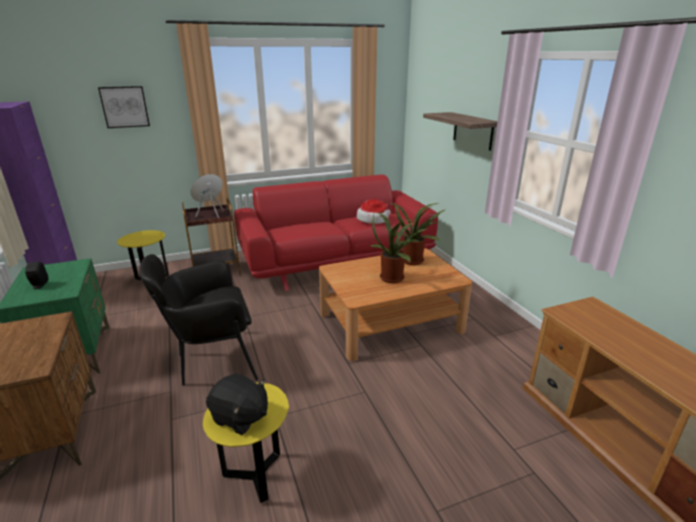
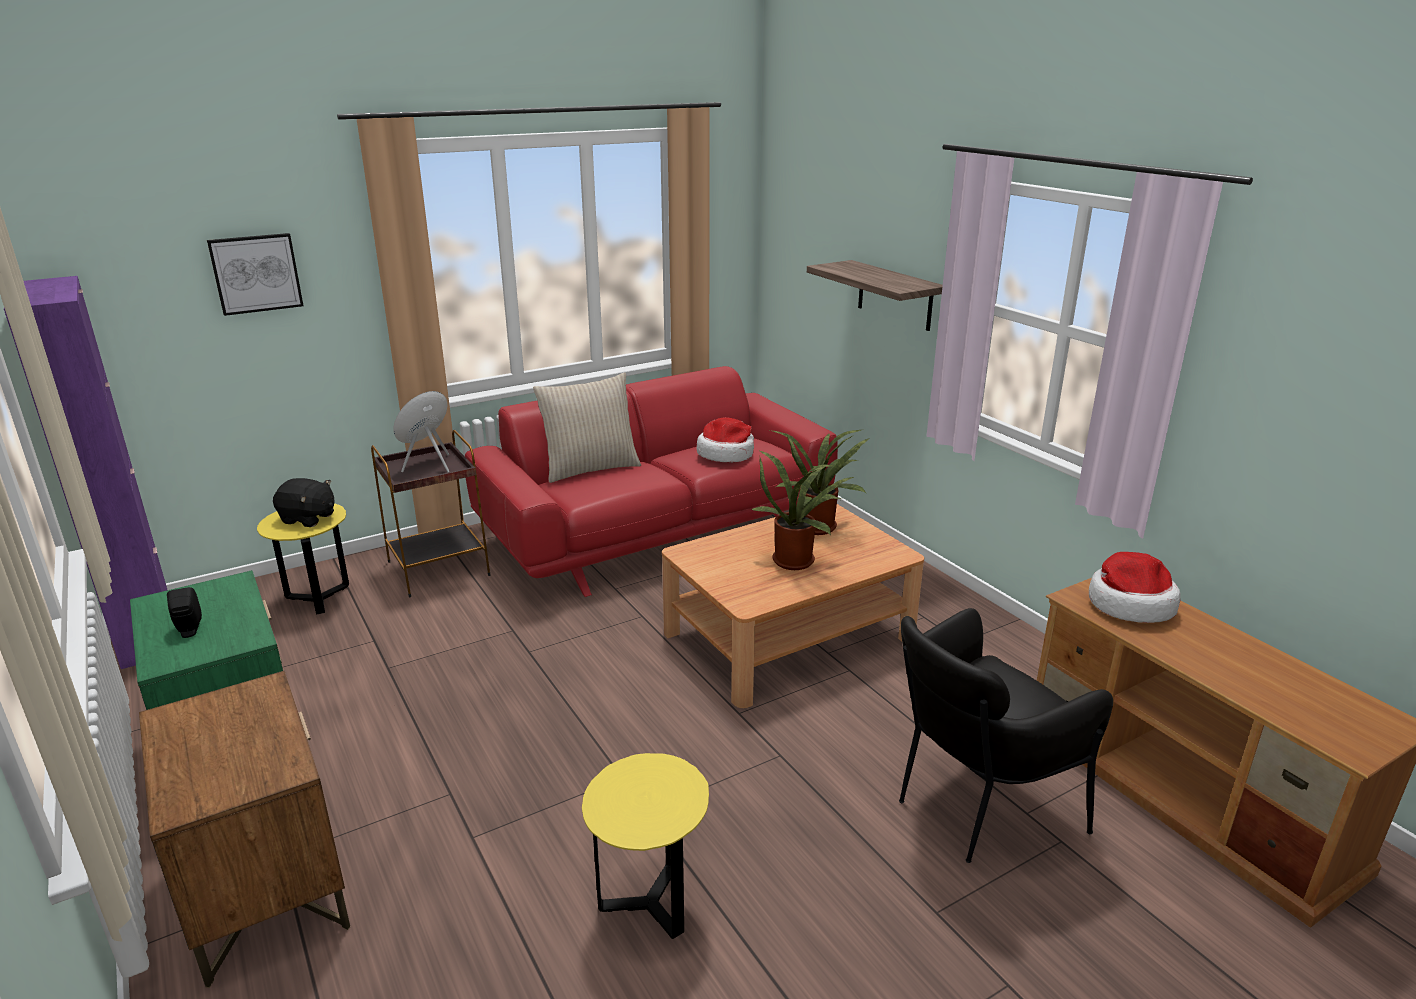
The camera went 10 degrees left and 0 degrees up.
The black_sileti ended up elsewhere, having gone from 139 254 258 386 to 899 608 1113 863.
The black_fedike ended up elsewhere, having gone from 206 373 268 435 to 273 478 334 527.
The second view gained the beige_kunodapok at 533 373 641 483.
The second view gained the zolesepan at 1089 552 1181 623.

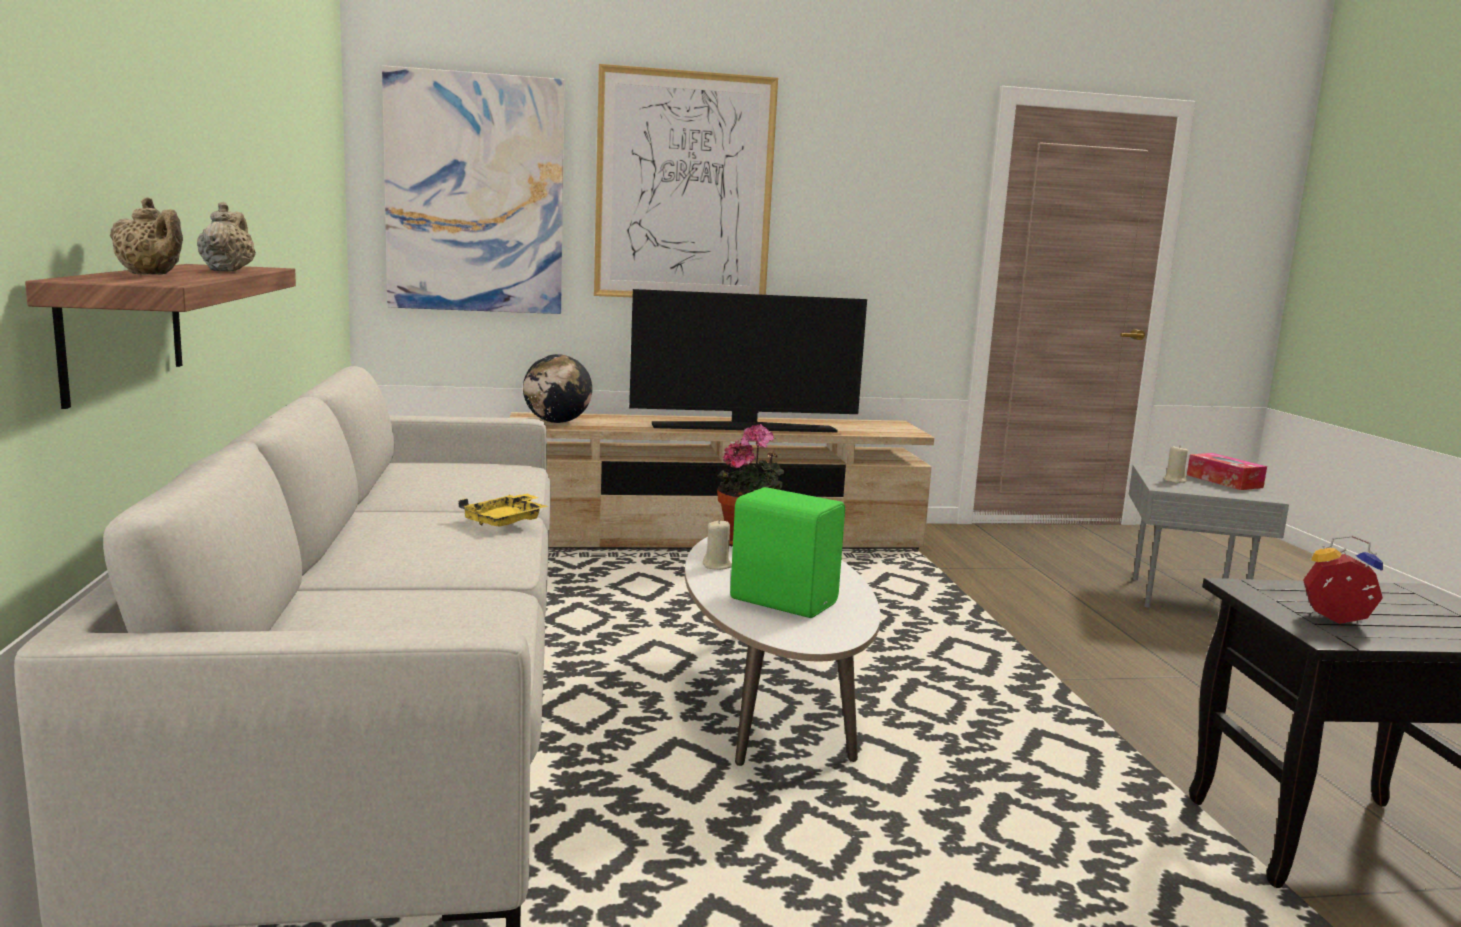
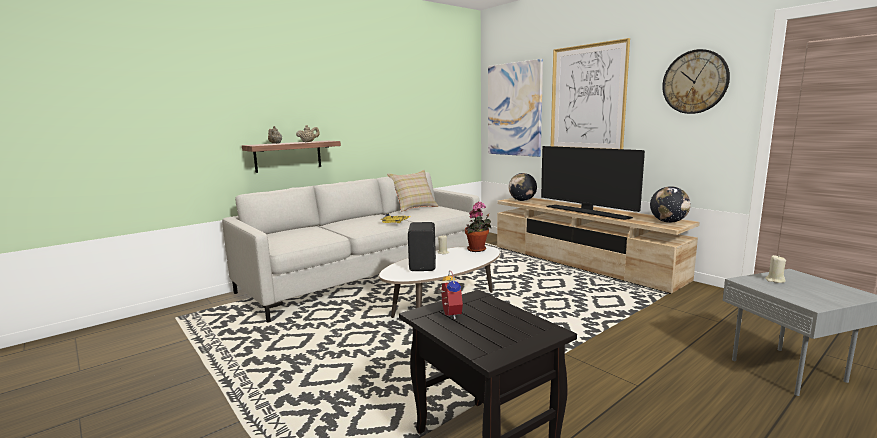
The camera went 60 degrees right and 0 degrees up.
What was the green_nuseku at 730 487 845 618 turned into the black_nuseku at 408 222 436 271.
The second view lost the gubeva at 1187 453 1267 490.
The second view gained the beige_kunodapok at 387 170 439 212.
The second view gained the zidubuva at 650 186 691 223.
The second view gained the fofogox at 662 49 730 114.

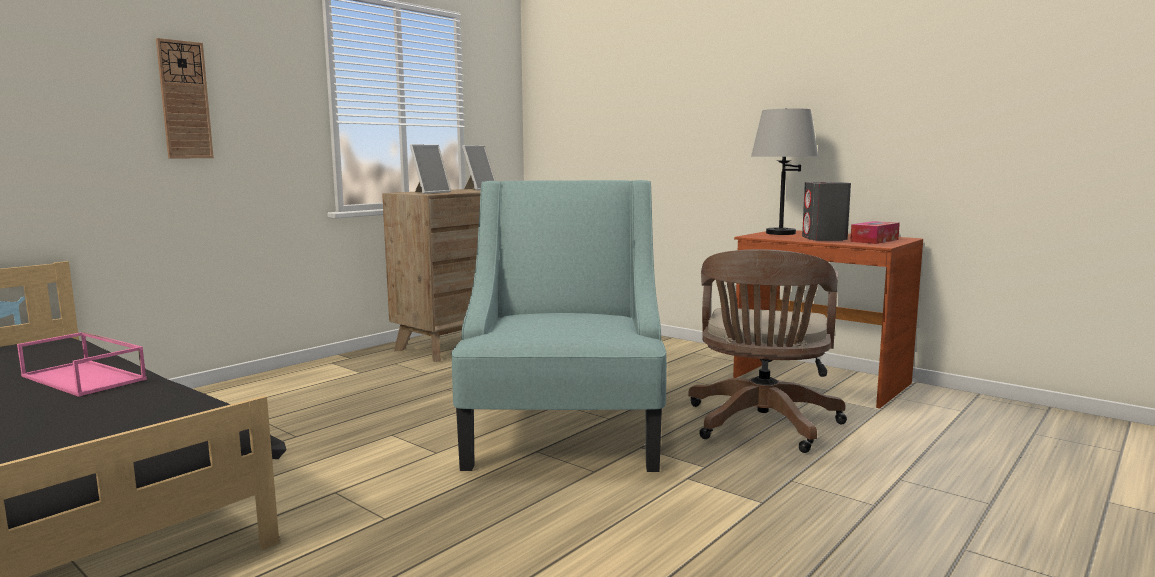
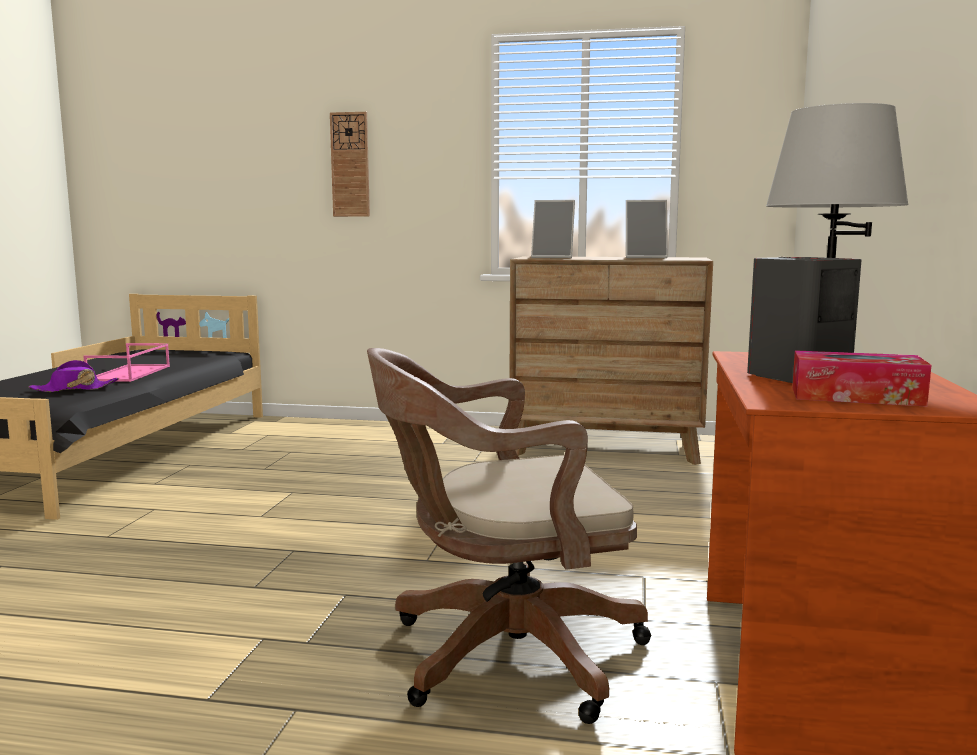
The camera went 60 degrees right and 0 degrees up.
The second view lost the turquoise_sileti at 451 180 667 472.
The second view gained the purple_zolesepan at 28 360 119 392.

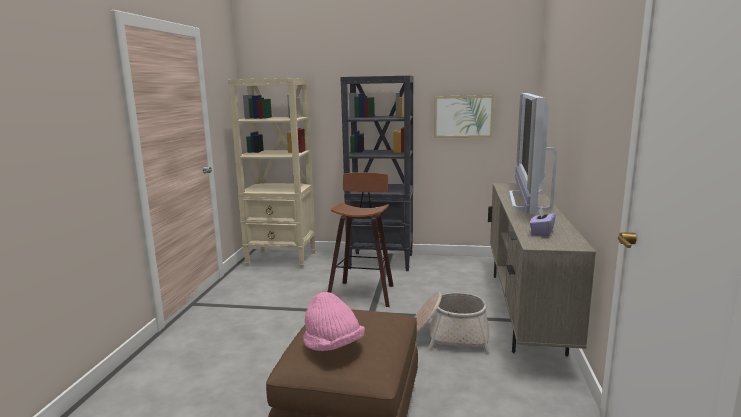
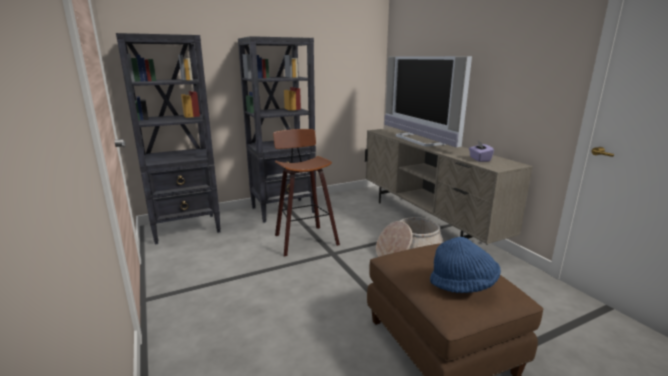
The camera went 35 degrees left and 5 degrees up.
What was the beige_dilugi at 228 78 315 268 turned into the black_dilugi at 116 33 221 245.
What was the pink_zolesepan at 303 292 365 351 turned into the blue_zolesepan at 430 237 501 293.
The second view lost the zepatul at 434 95 494 138.

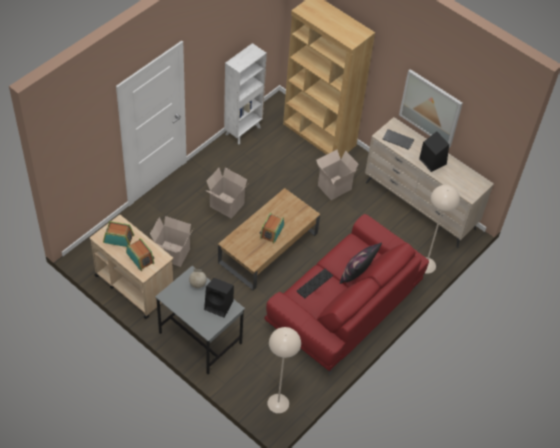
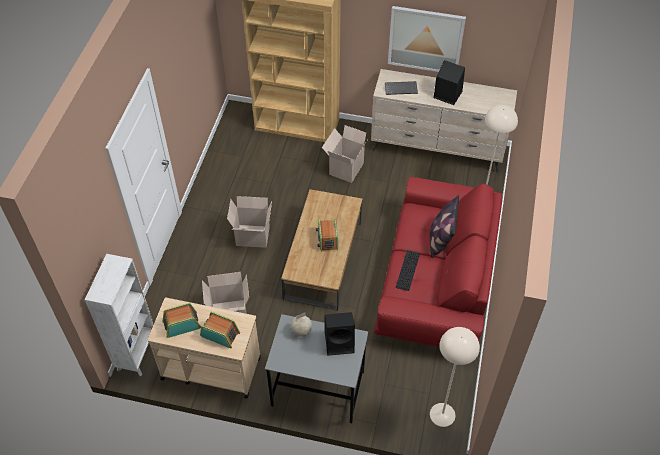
The camera went 25 degrees left and 0 degrees up.
The white_dilugi ended up elsewhere, having gone from 224 43 267 144 to 85 254 154 376.

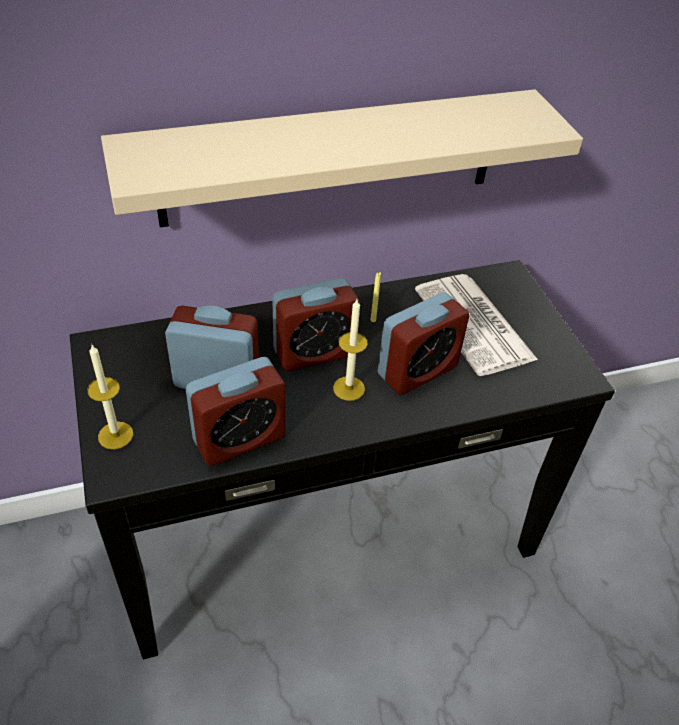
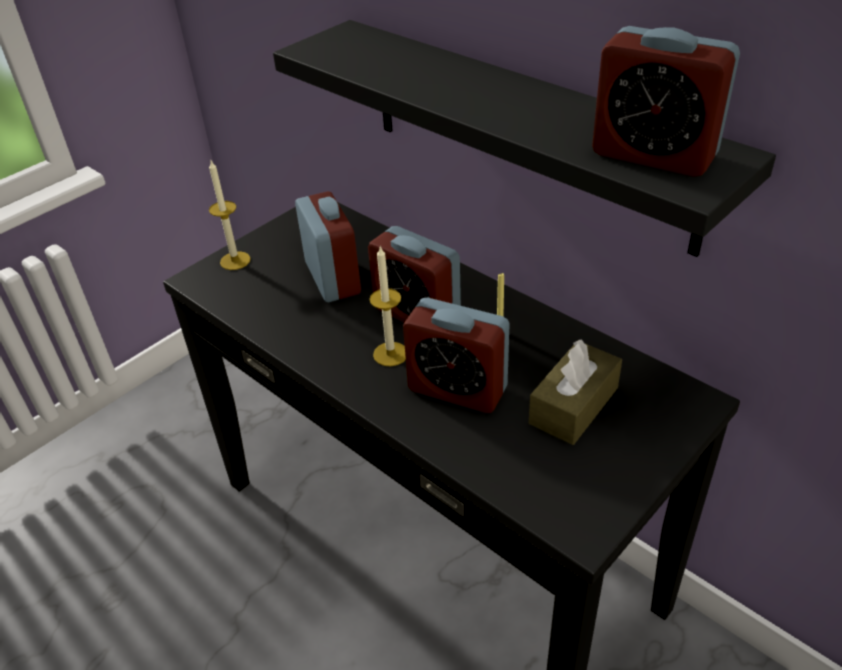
The camera went 65 degrees right and 5 degrees down.
What was the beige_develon at 101 89 583 227 turned into the black_develon at 273 20 776 257.
The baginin ended up elsewhere, having gone from 186 357 285 466 to 592 26 740 177.
Where the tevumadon stood at 415 274 538 376, the brown_gubeva came to stand at 529 339 622 445.

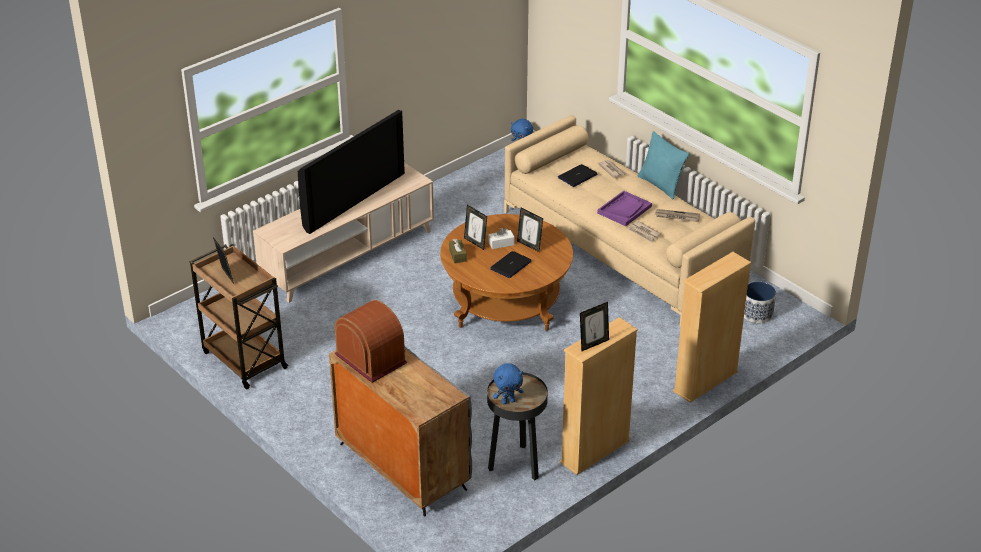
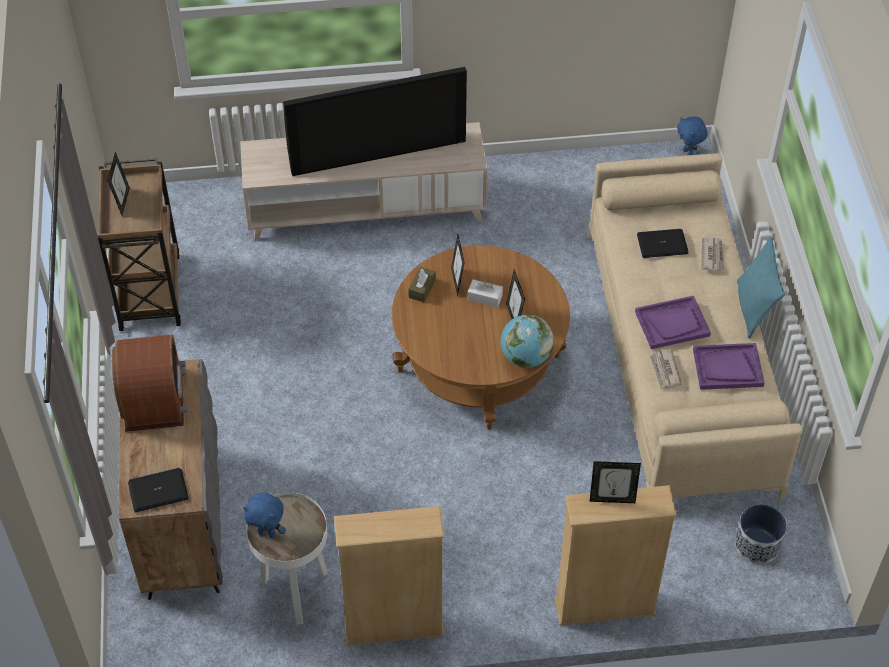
The camera went 35 degrees right and 15 degrees up.
What was the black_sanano at 487 372 548 480 turned into the white_sanano at 246 492 328 625.
The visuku ended up elsewhere, having gone from 490 251 532 278 to 128 468 189 512.
The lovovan ended up elsewhere, having gone from 580 302 609 352 to 589 461 641 503.
Where the tevumadon stood at 655 209 700 222, the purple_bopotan came to stand at 693 343 764 390.
The second view gained the zidubuva at 500 315 554 368.

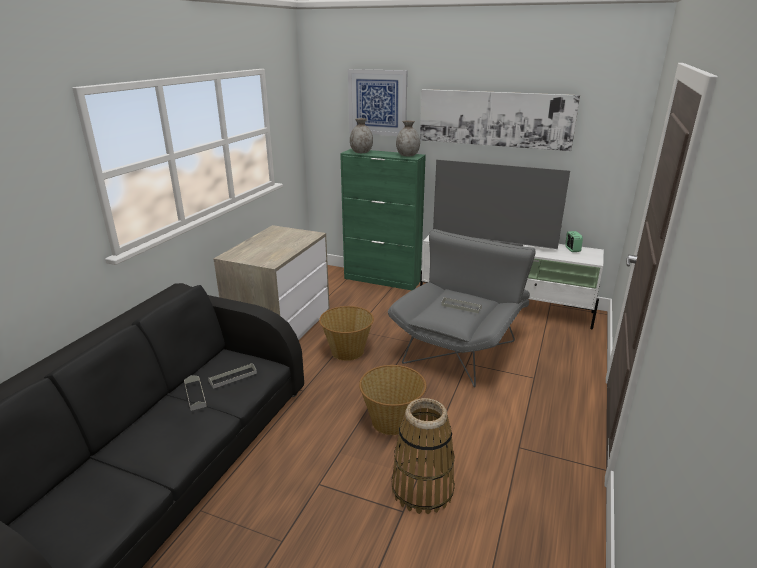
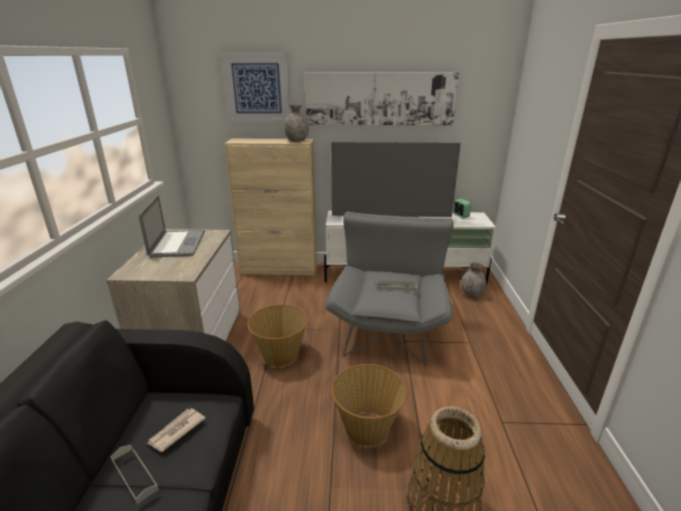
The camera went 20 degrees left and 0 degrees up.
Where the grey_bopotan stood at 208 363 257 389, the tevumadon came to stand at 147 408 206 452.
What was the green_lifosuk at 340 149 426 290 turned into the beige_lifosuk at 224 139 317 275.
The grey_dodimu ended up elsewhere, having gone from 350 118 373 153 to 461 262 486 297.
The second view gained the visuku at 139 195 205 258.

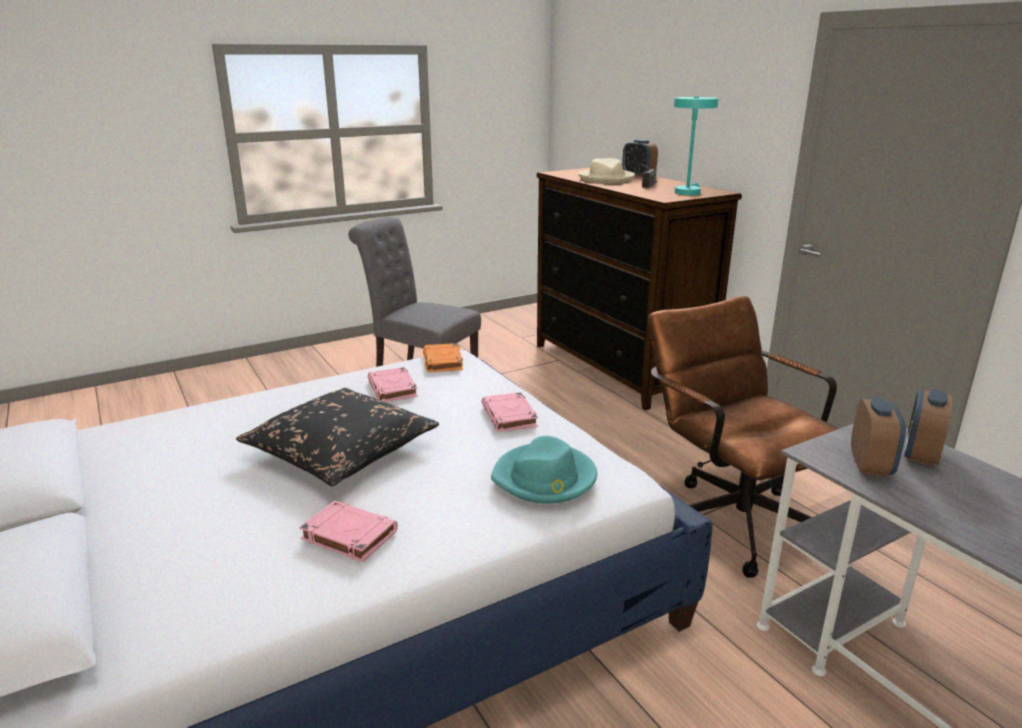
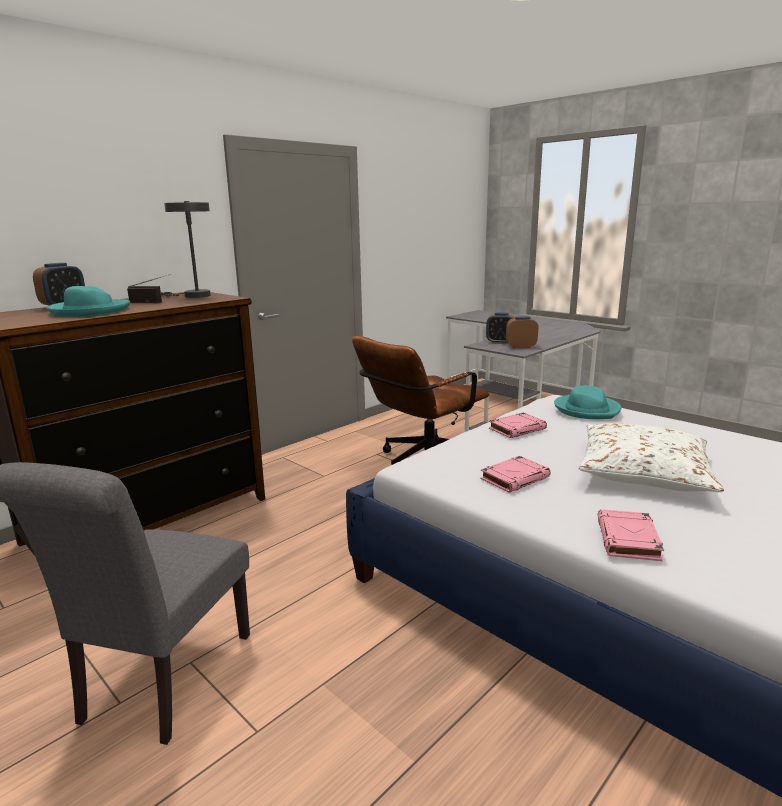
The camera went 105 degrees left and 5 degrees down.
What was the black_kunodapok at 236 388 439 486 turned into the white_kunodapok at 579 423 724 492.
The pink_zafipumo ended up elsewhere, having gone from 299 500 398 562 to 598 509 664 561.
The second view lost the orange_zafipumo at 423 343 463 372.
What was the beige_zolesepan at 578 158 635 184 turned into the turquoise_zolesepan at 47 286 130 317.
What was the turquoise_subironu at 674 96 718 195 turned into the grey_subironu at 161 201 211 298.

